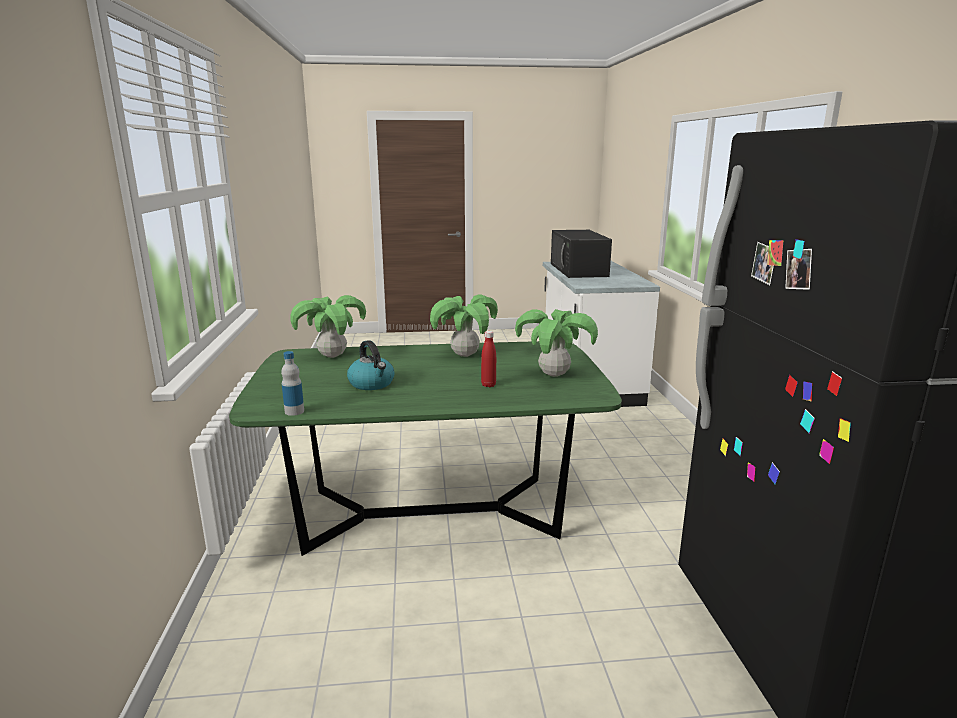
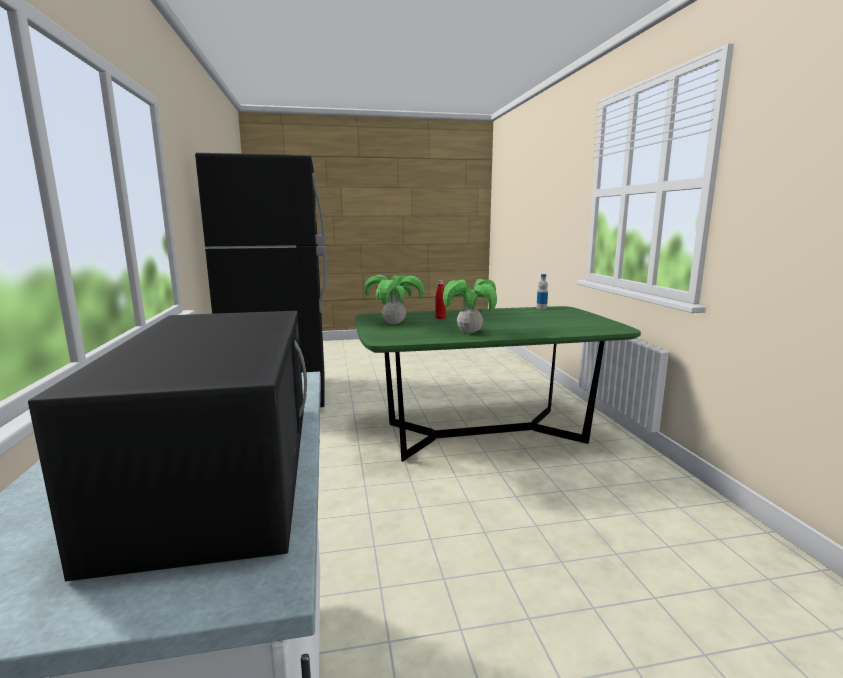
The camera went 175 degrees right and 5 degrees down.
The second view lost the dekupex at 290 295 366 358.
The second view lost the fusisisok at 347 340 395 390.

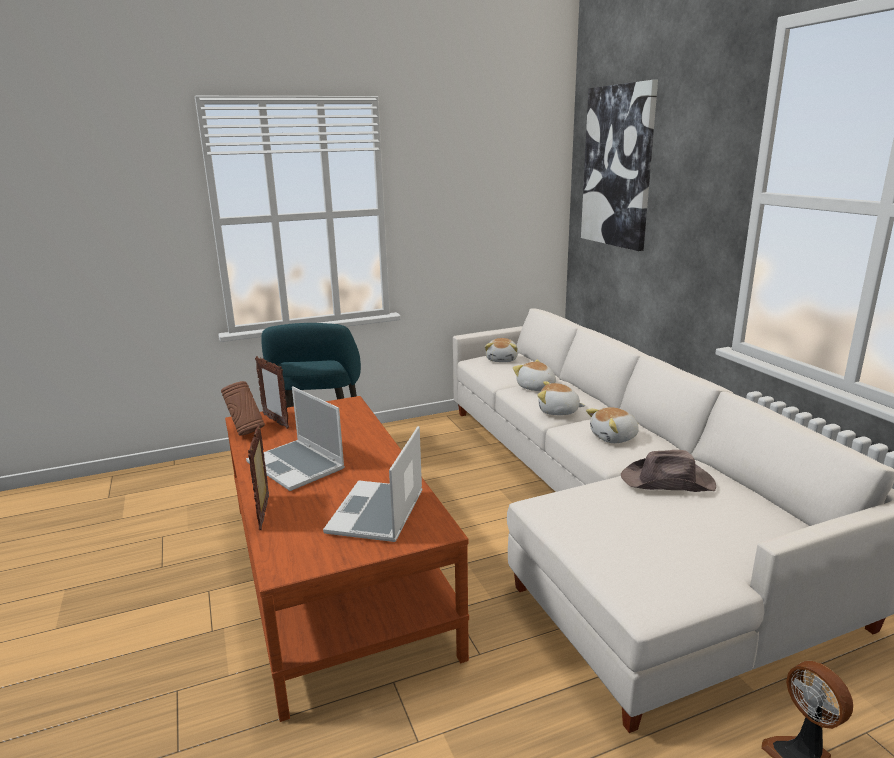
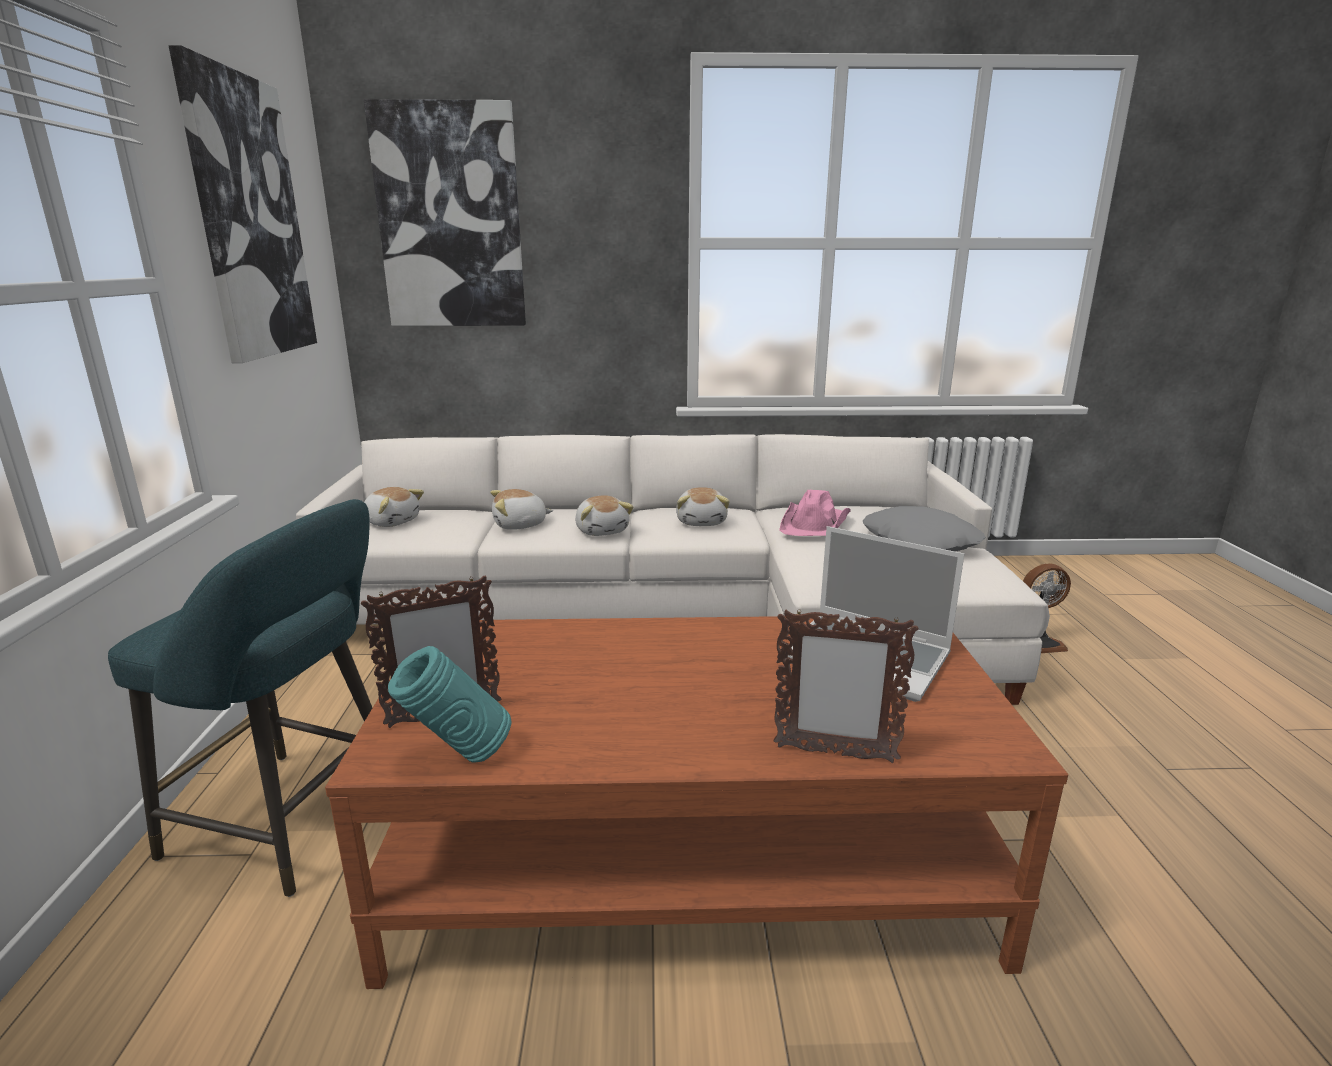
The camera went 70 degrees left and 0 degrees up.
What was the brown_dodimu at 221 381 265 435 turned into the turquoise_dodimu at 388 646 512 763.
The second view lost the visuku at 246 386 345 491.
The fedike at 537 381 585 415 ended up facing another way, 60 degrees counterclockwise from before.
What was the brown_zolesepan at 621 450 716 492 turned into the pink_zolesepan at 779 490 851 536.
The second view gained the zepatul at 169 45 317 363.
The second view gained the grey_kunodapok at 863 506 986 552.

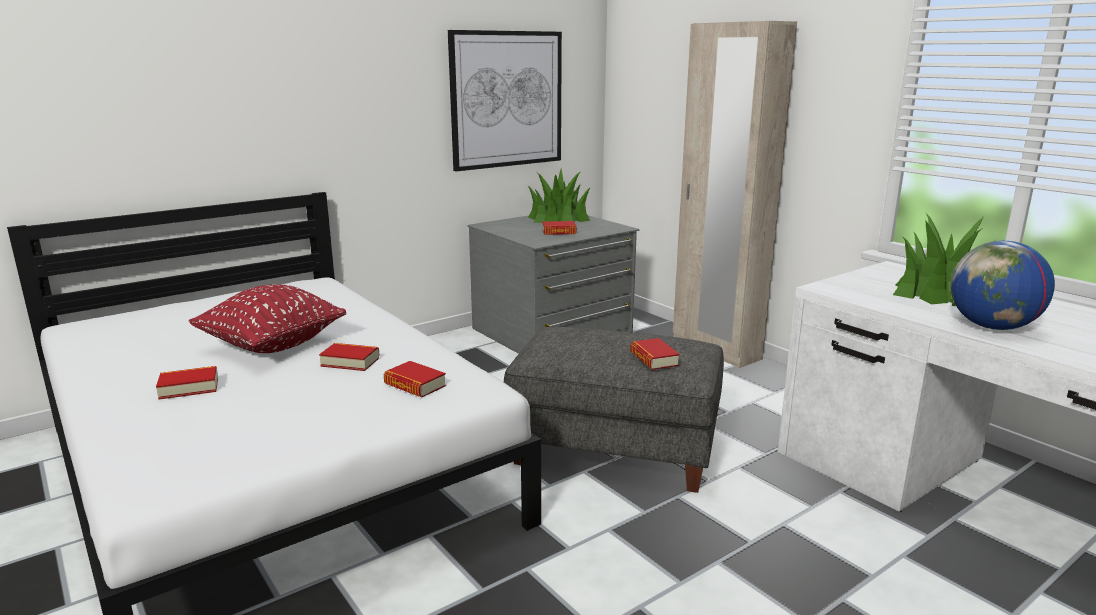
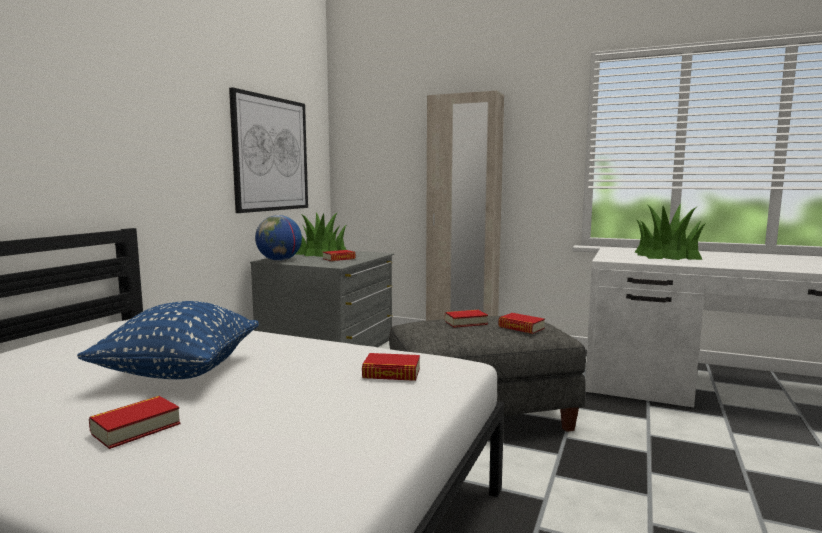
The camera went 30 degrees left and 10 degrees down.
What was the red_kunodapok at 189 284 347 353 turned into the blue_kunodapok at 77 301 259 379.
The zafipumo ended up elsewhere, having gone from 319 343 380 371 to 445 310 488 328.
The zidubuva ended up elsewhere, having gone from 950 241 1055 330 to 255 215 302 261.

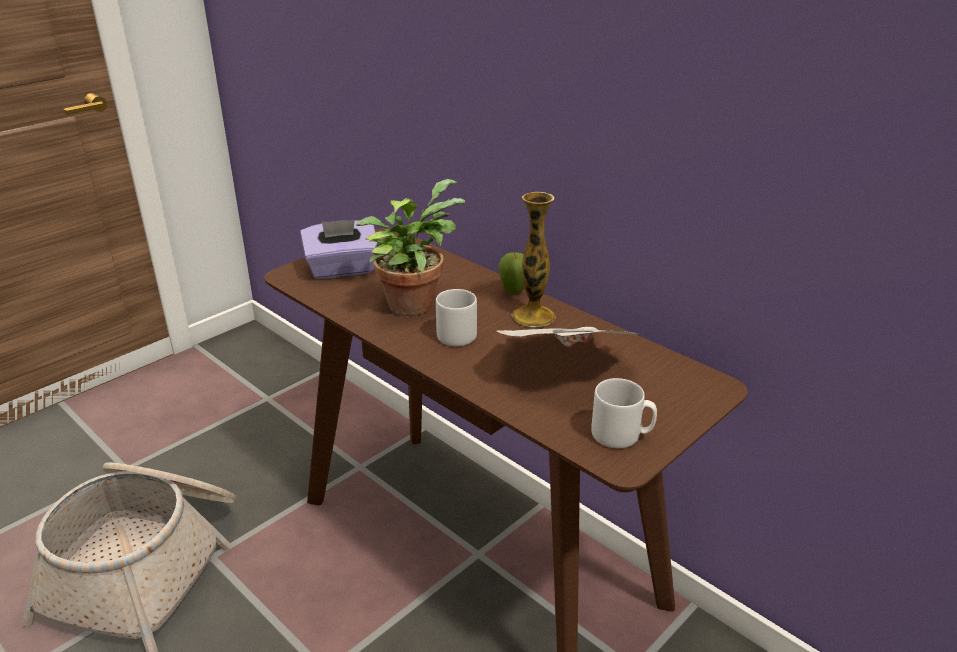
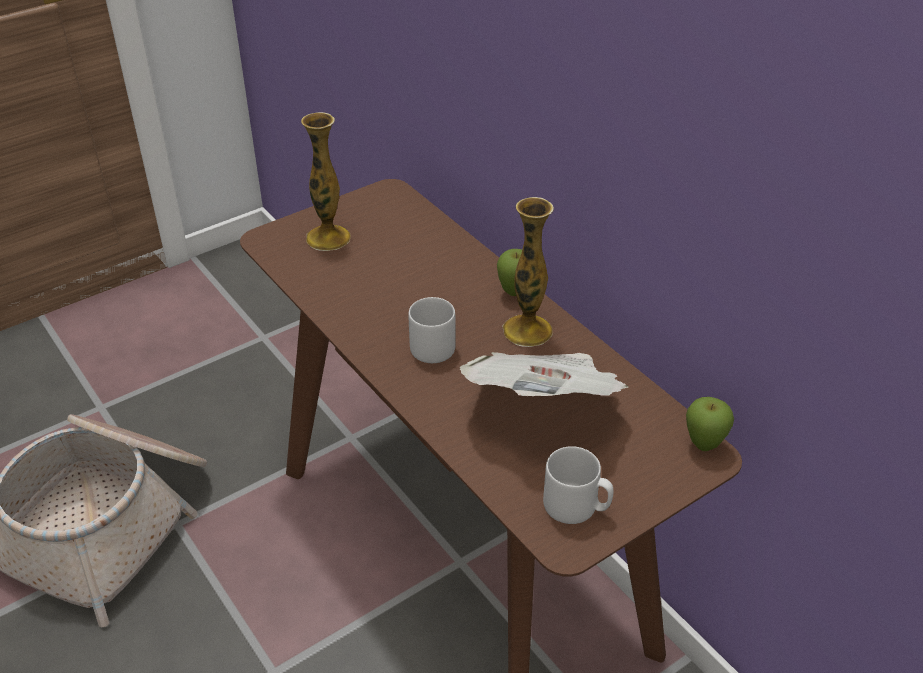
The camera went 10 degrees right and 10 degrees up.
Where the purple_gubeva stood at 300 220 377 279, the dodimu came to stand at 301 112 351 251.
The second view lost the dekupex at 356 179 465 316.
The second view gained the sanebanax at 686 397 734 451.

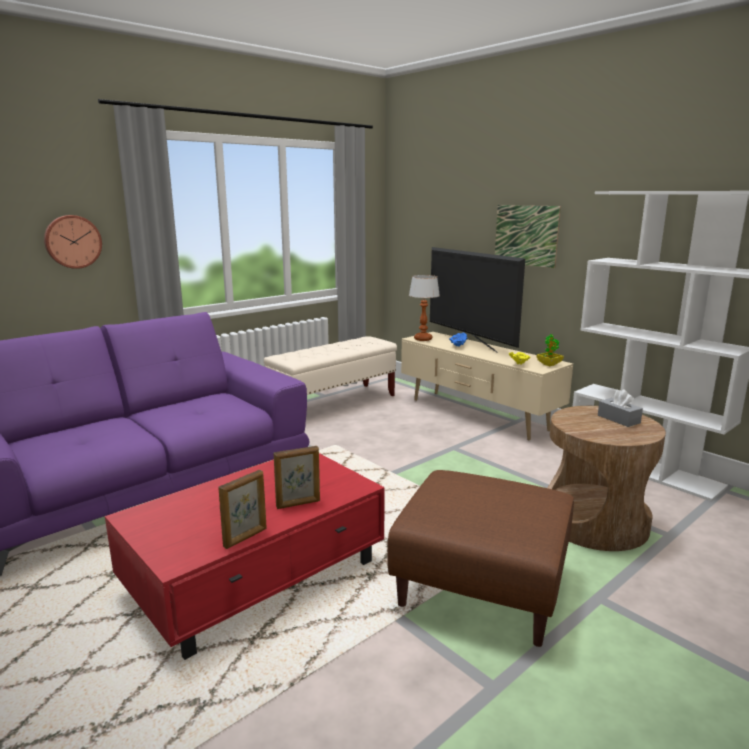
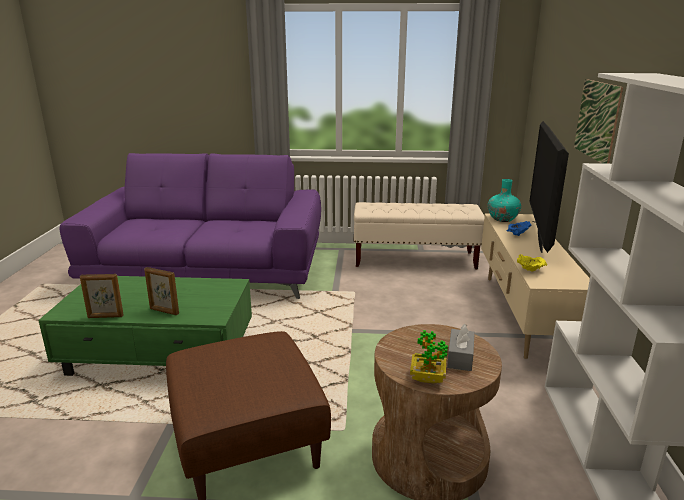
The camera went 45 degrees right and 5 degrees up.
The second view lost the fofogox at 44 215 102 269.
What was the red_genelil at 105 453 385 660 turned into the green_genelil at 38 276 252 376.
Where the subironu stood at 409 275 440 341, the turquoise_dodimu came to stand at 488 179 521 222.
The dekupex ended up elsewhere, having gone from 537 334 564 366 to 410 330 448 384.

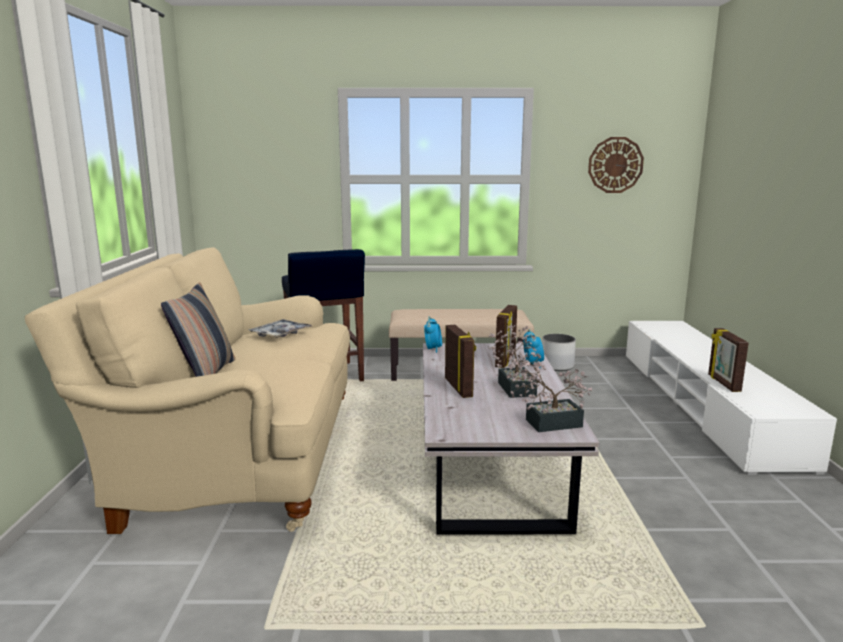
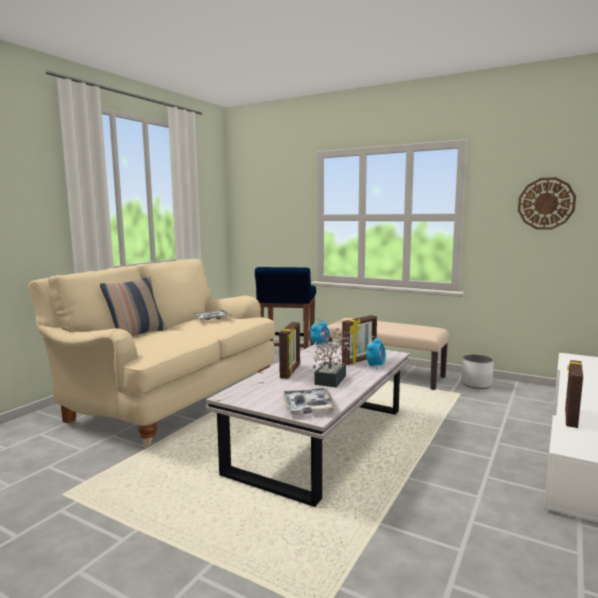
The camera went 30 degrees right and 5 degrees down.
Where the dekupex stood at 511 358 592 432, the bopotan came to stand at 282 388 337 414.

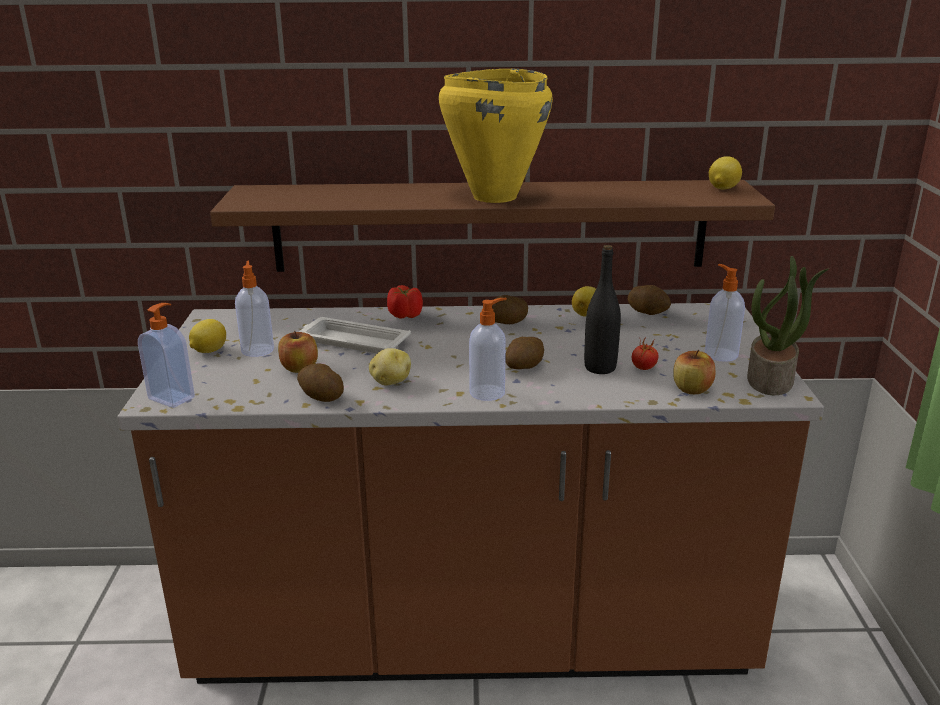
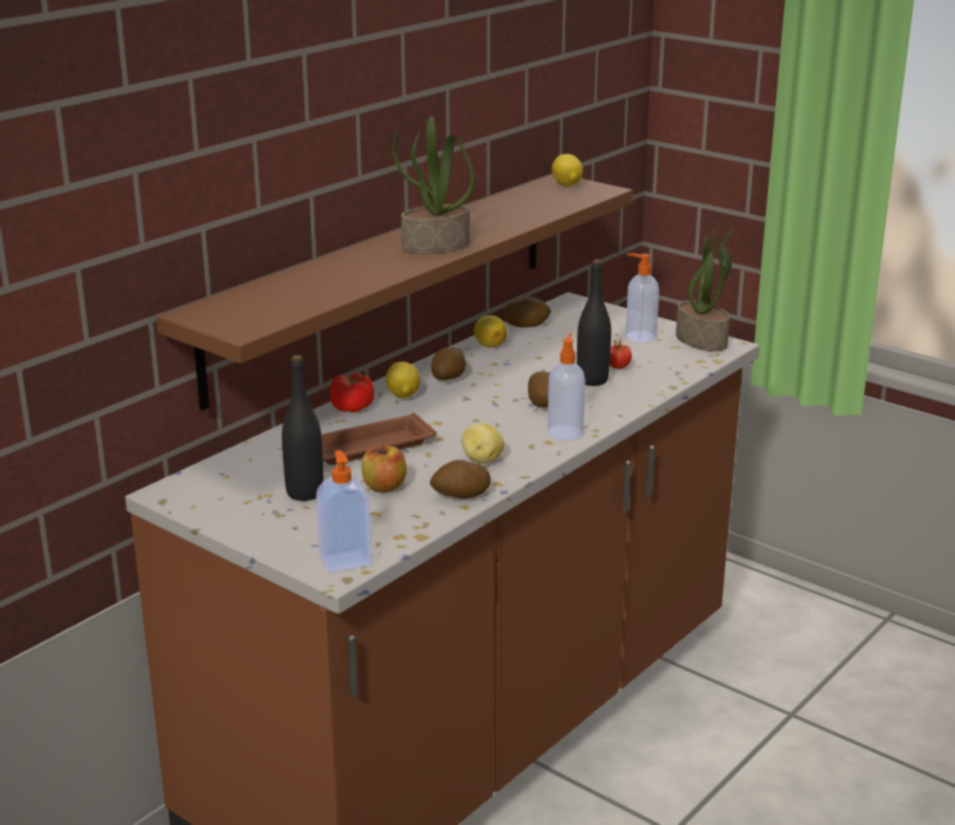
The camera went 50 degrees left and 0 degrees up.
The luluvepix ended up elsewhere, having gone from 189 319 226 353 to 386 362 420 398.
Where the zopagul stood at 235 261 274 357, the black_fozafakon came to stand at 282 355 323 501.
What was the white_bopotan at 299 317 411 353 turned into the brown_bopotan at 321 413 436 465.
Where the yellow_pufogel stood at 439 68 553 203, the dekupex came to stand at 393 116 475 254.
The second view lost the sanebanax at 673 350 715 394.

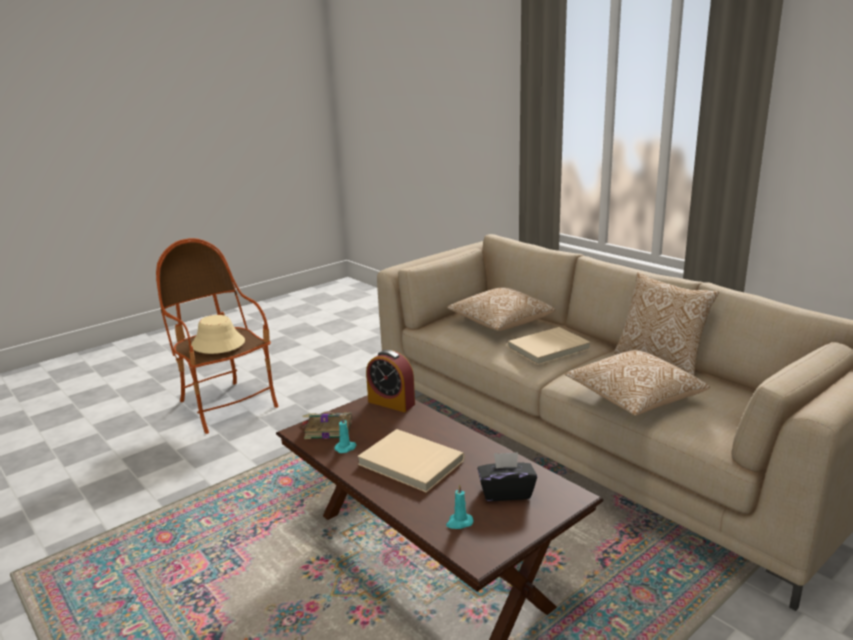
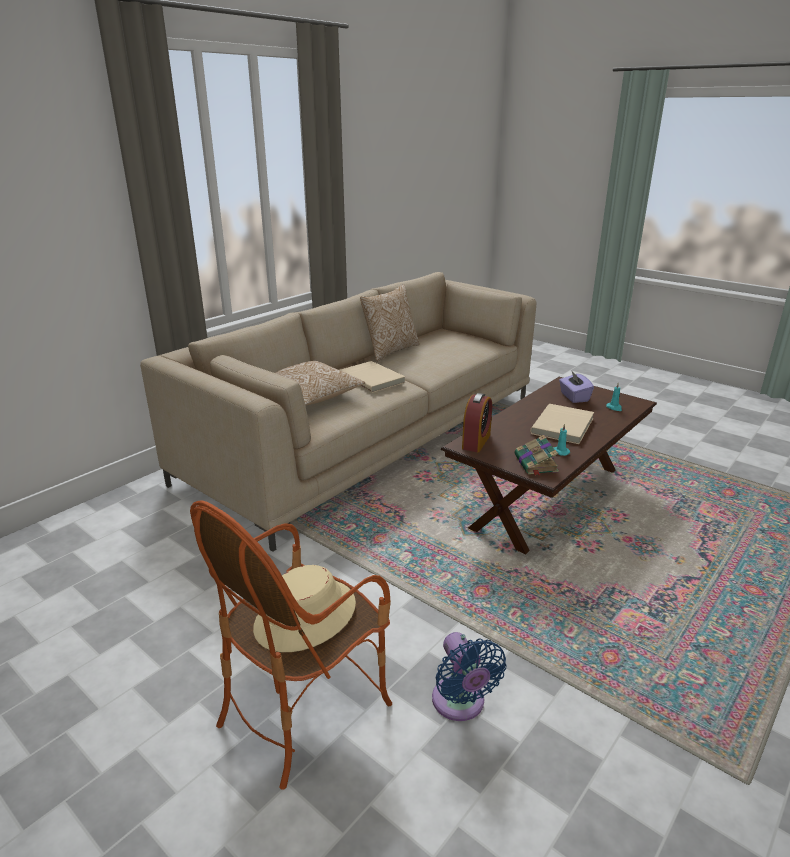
The camera went 100 degrees left and 5 degrees up.
What was the black_gubeva at 478 452 537 501 turned into the purple_gubeva at 559 370 594 403.
The second view lost the kunodapok at 565 350 710 416.
The second view gained the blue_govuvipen at 432 632 507 721.

